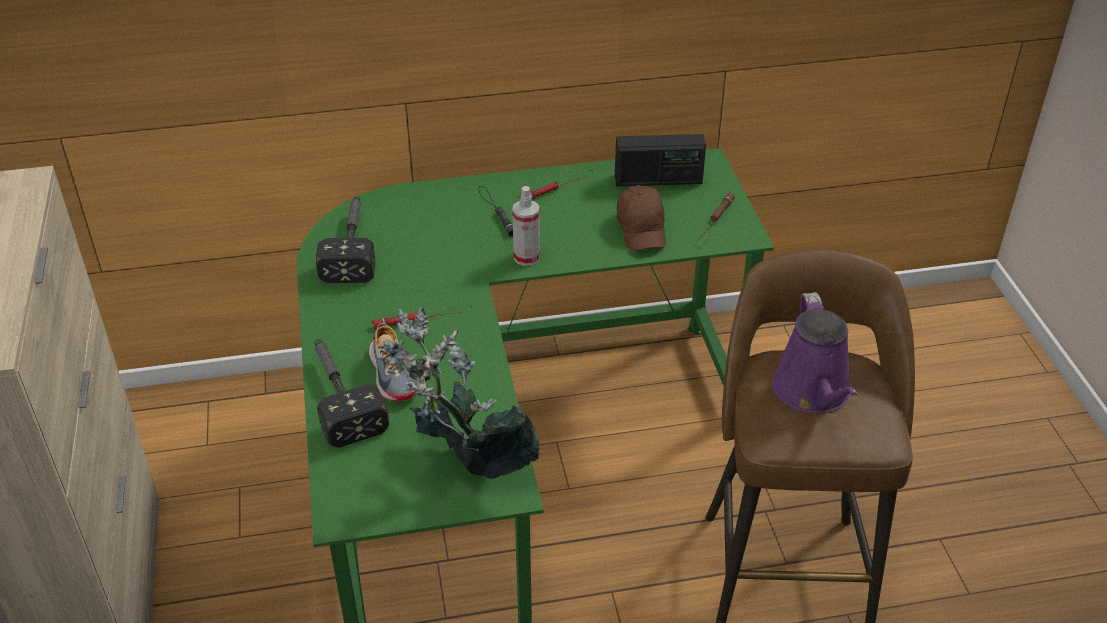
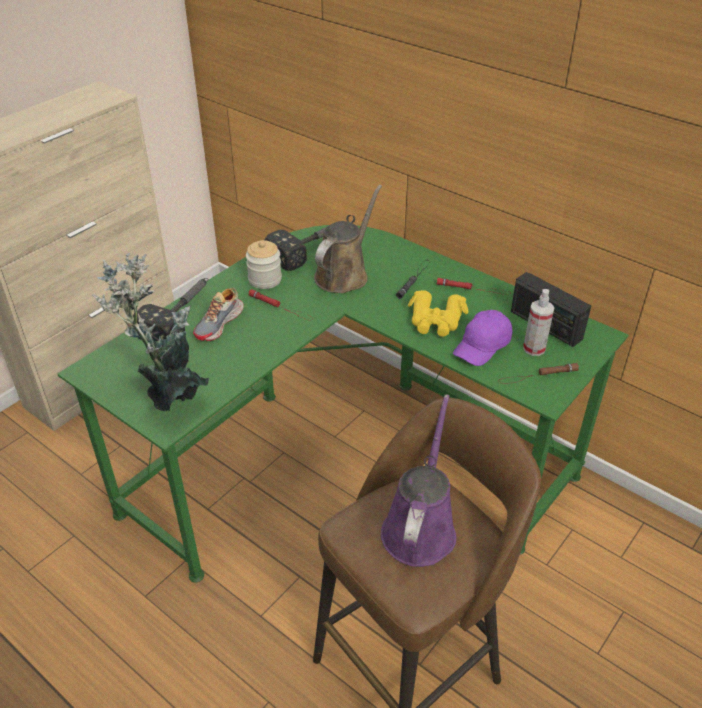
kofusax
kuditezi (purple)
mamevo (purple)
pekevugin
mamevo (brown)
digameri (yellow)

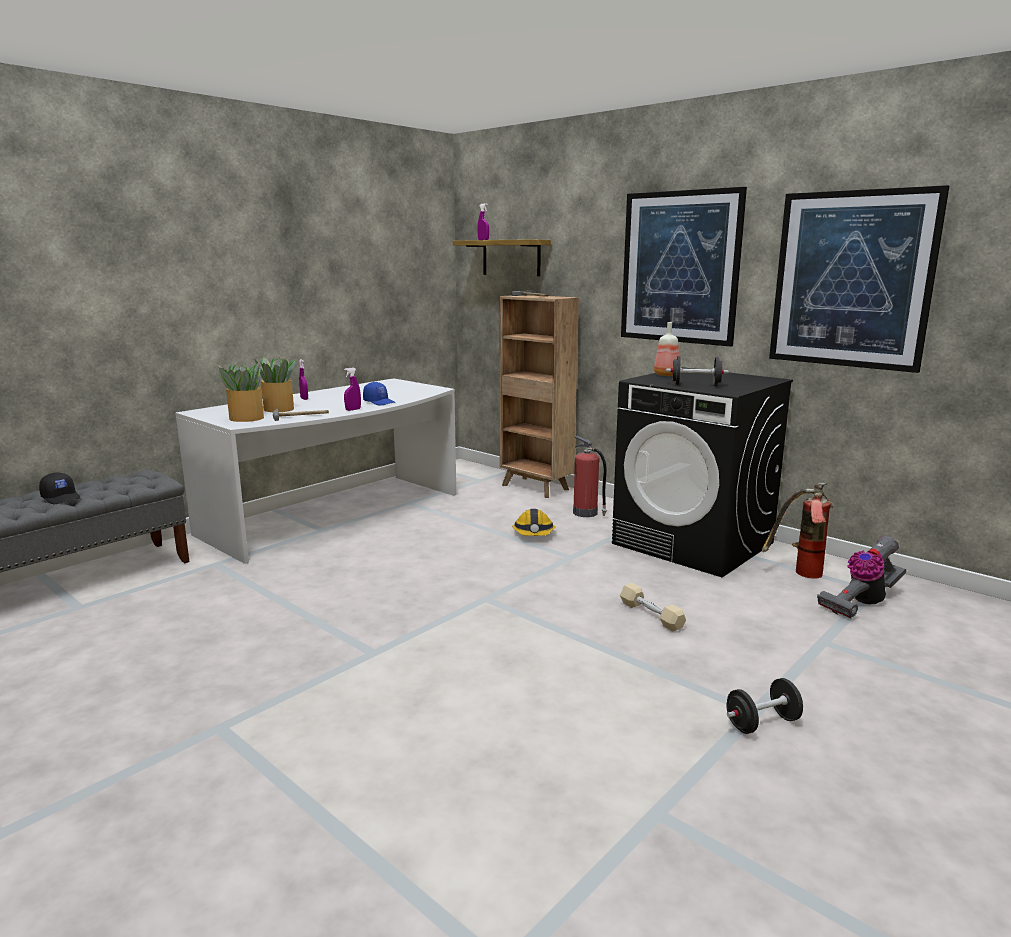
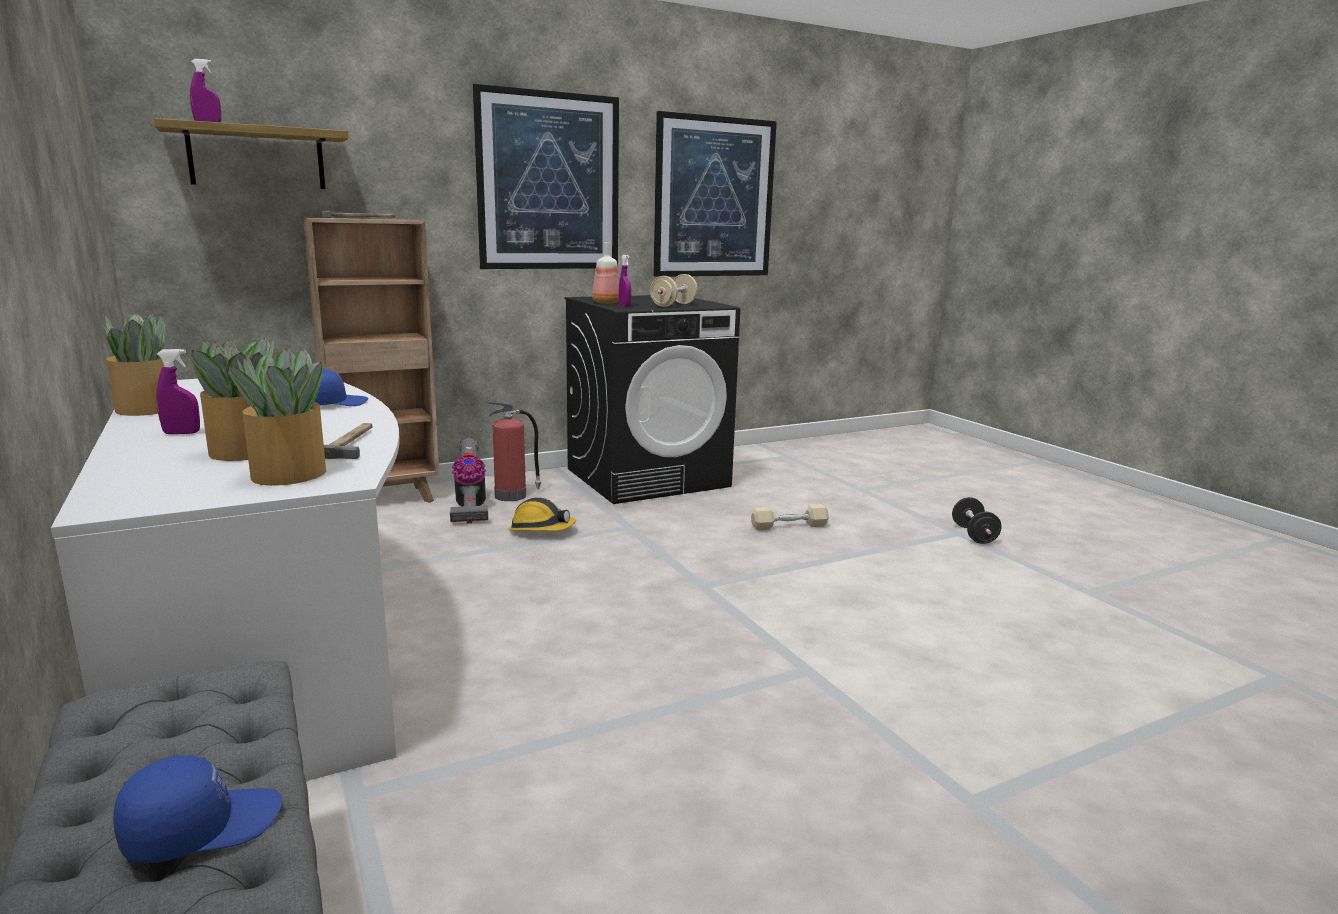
kuditezi (blue) (1st from left)
kofusax (purple) (3rd from left)
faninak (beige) (1st from left)
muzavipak (2nd from left in the first image)
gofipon
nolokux (1st from left)

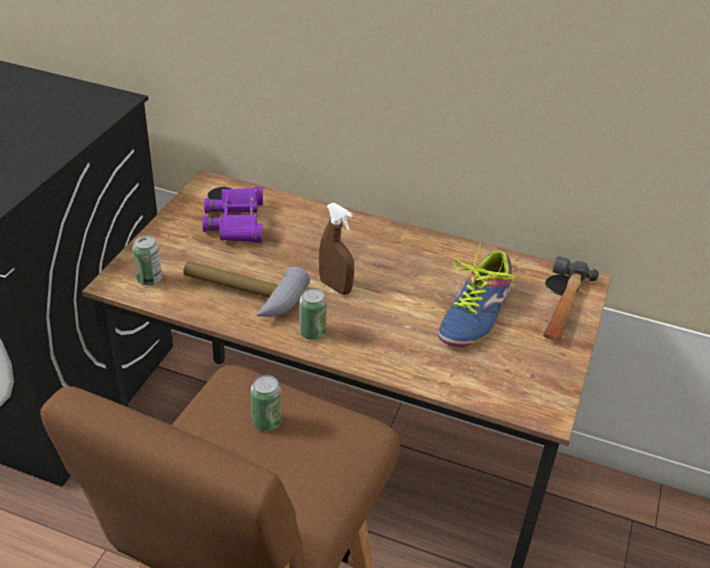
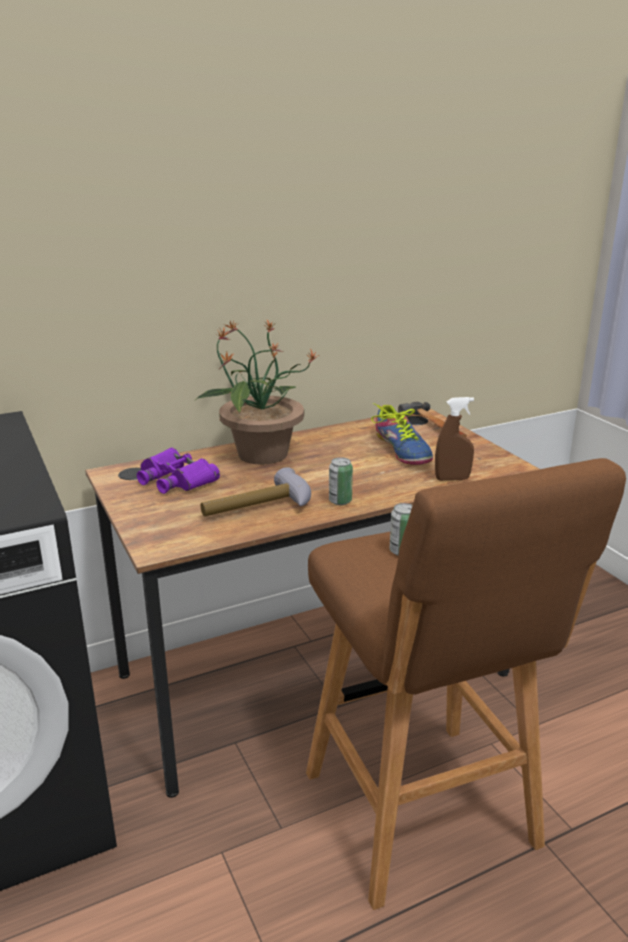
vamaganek (1st from left in the first image)
kofusax (brown)
nolokux

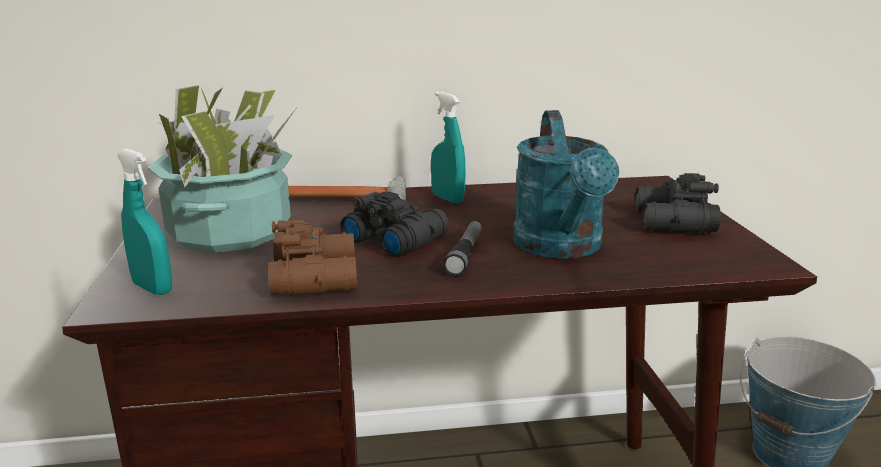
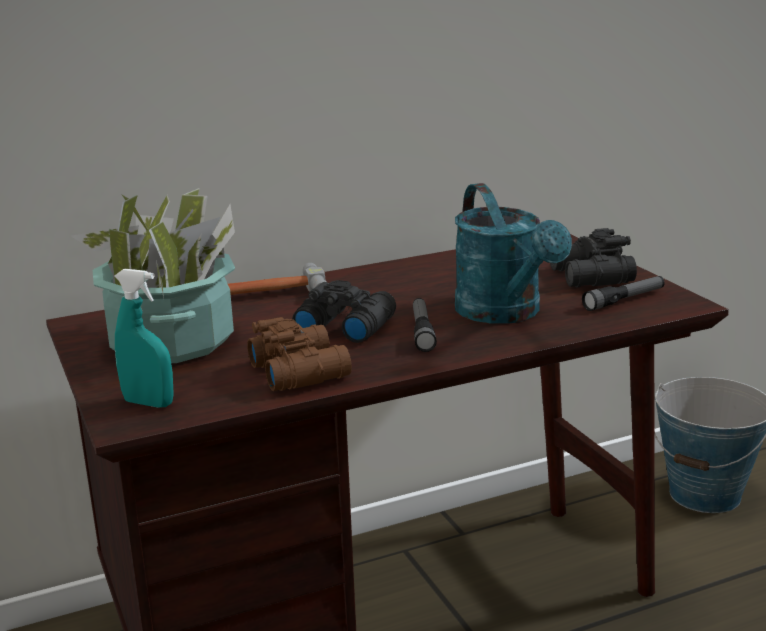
kofusax (turquoise) (2nd from left in the first image)
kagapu (2nd from left)

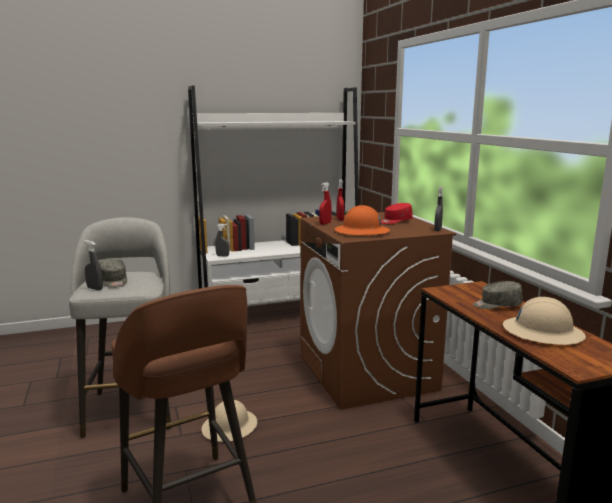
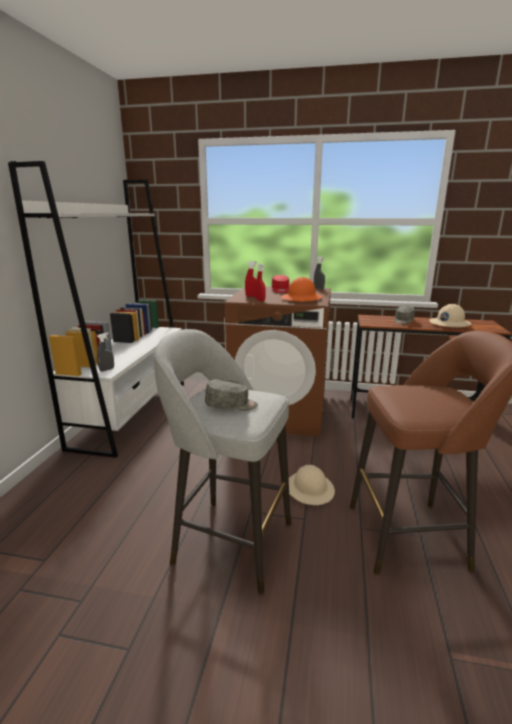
kofusax (grey) (1st from left in the first image)

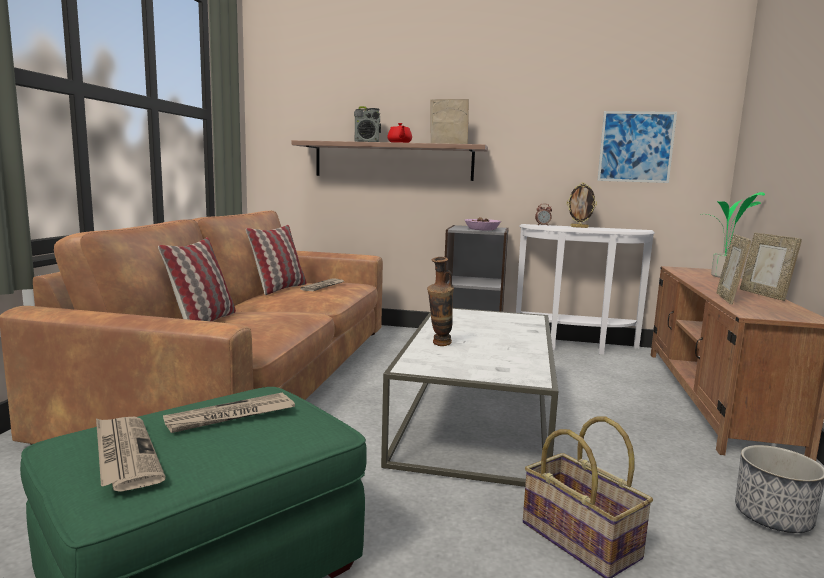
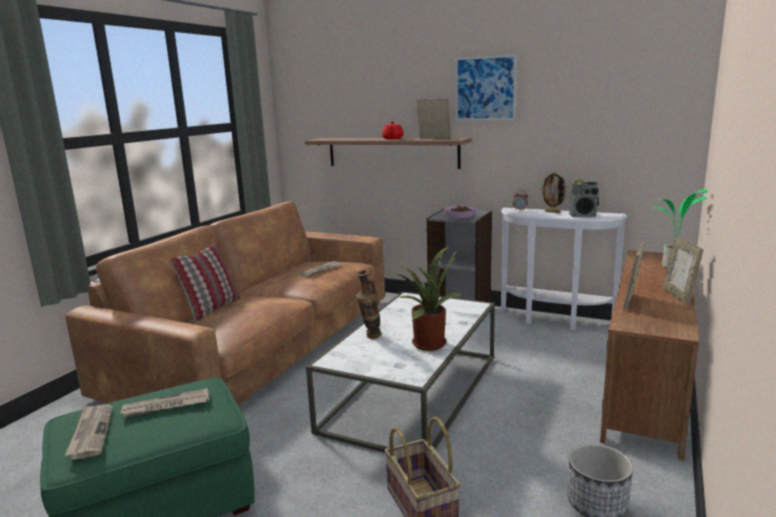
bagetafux (2nd from left in the first image)
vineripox
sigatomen
nolokux (1st from left)

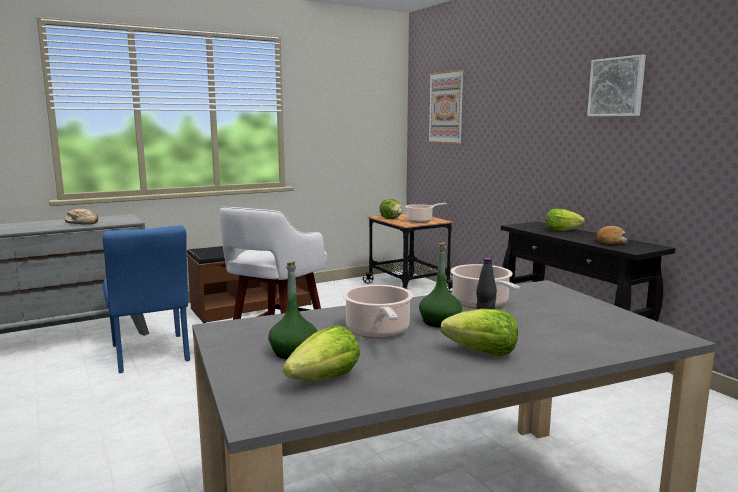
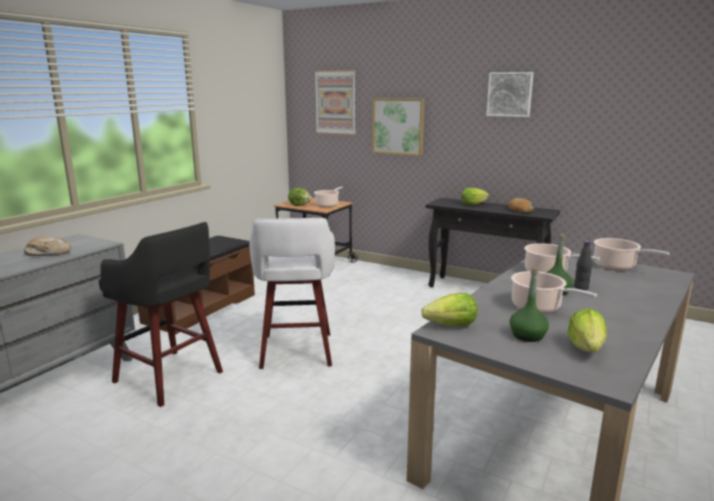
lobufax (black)
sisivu (2nd from left)
sigatomen (2nd from left)
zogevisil (4th from left)

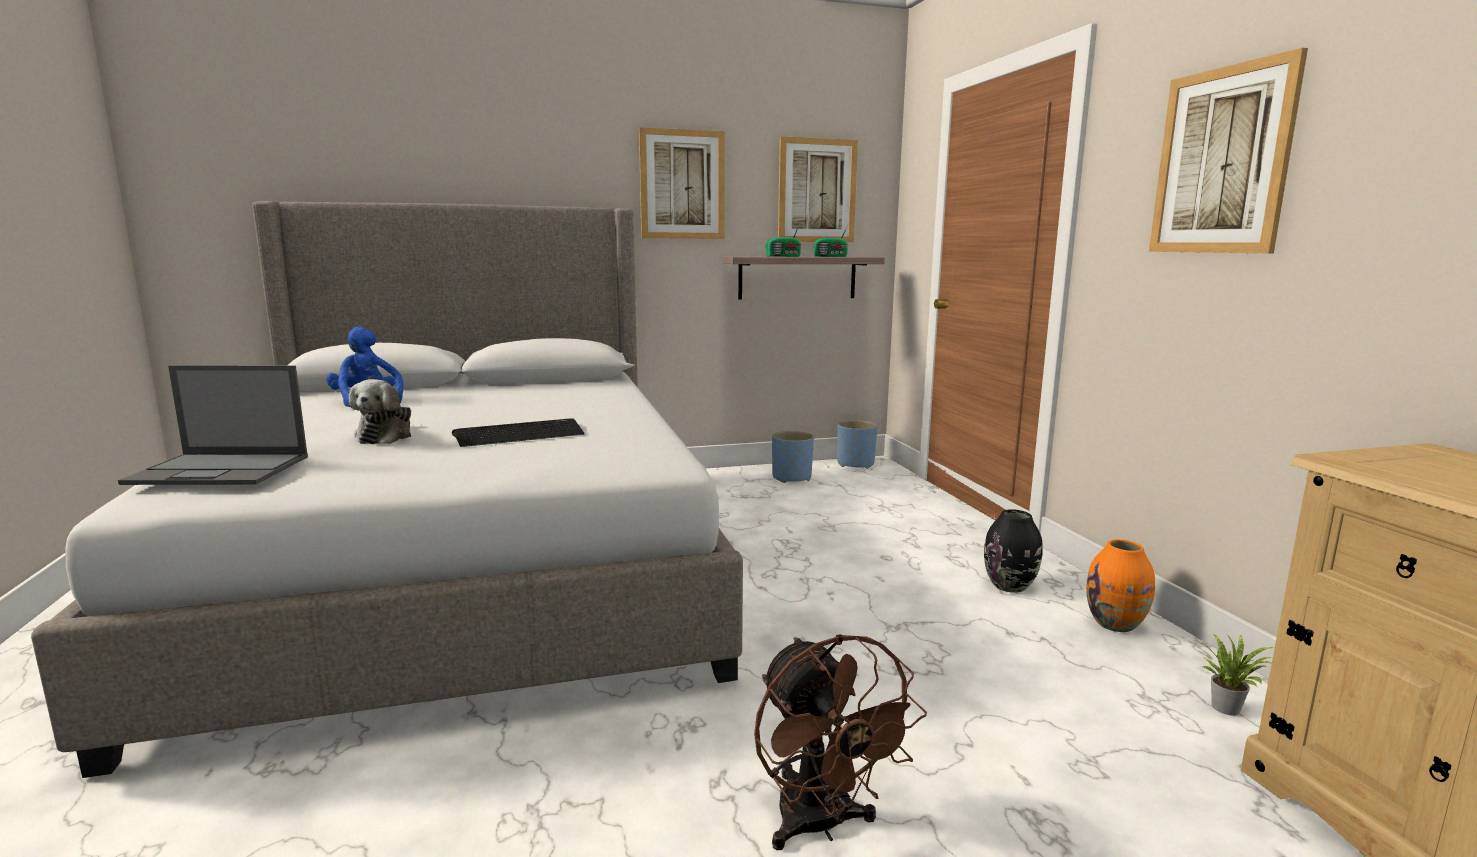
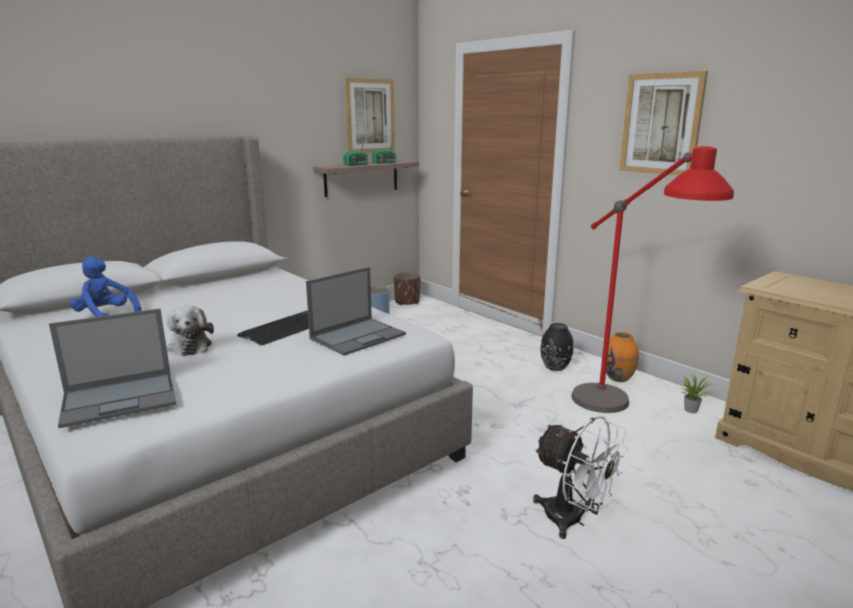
sigatomen (1st from left in the first image)
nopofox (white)
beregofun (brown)
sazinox (2nd from left)
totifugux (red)

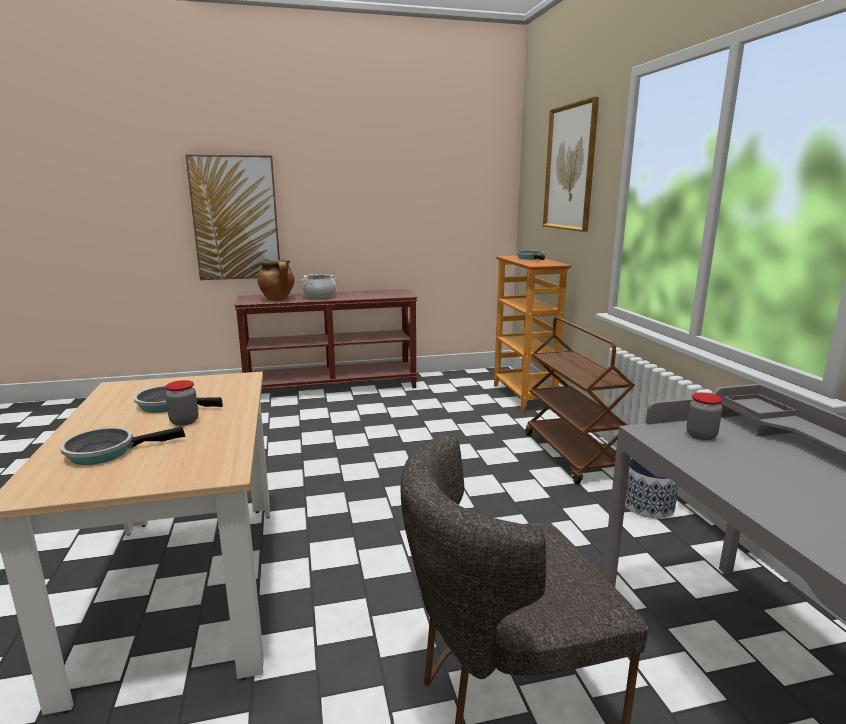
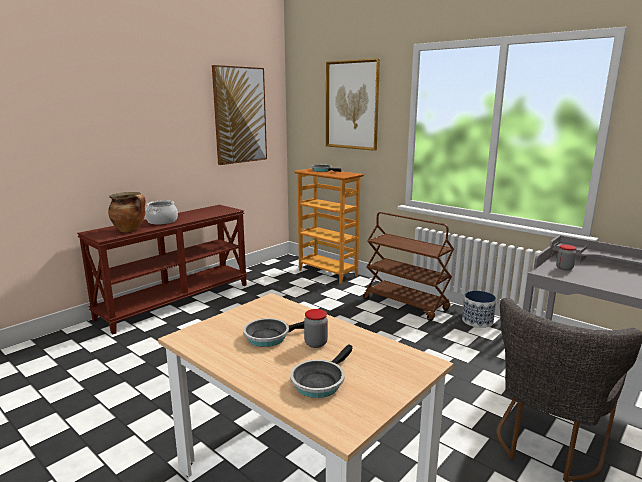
sigatomen (1st from left)

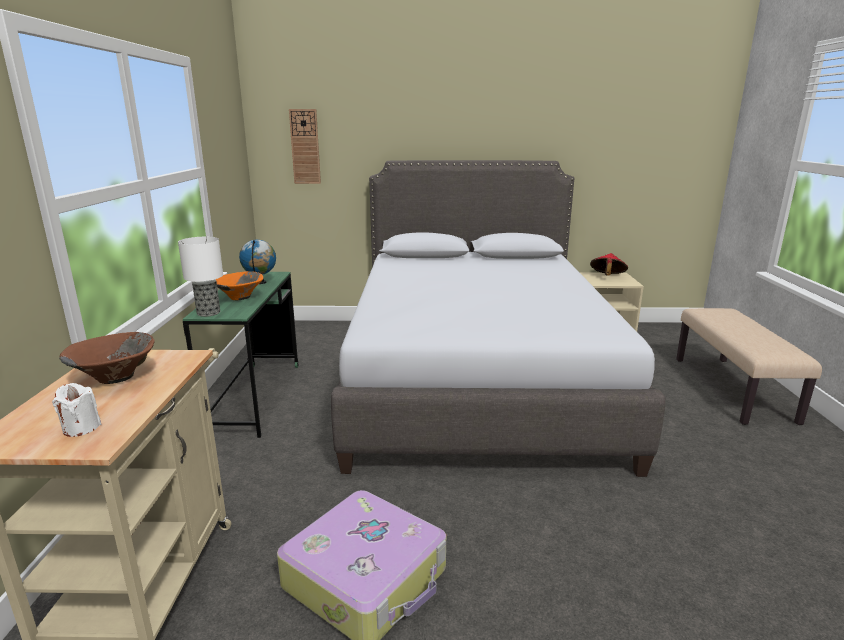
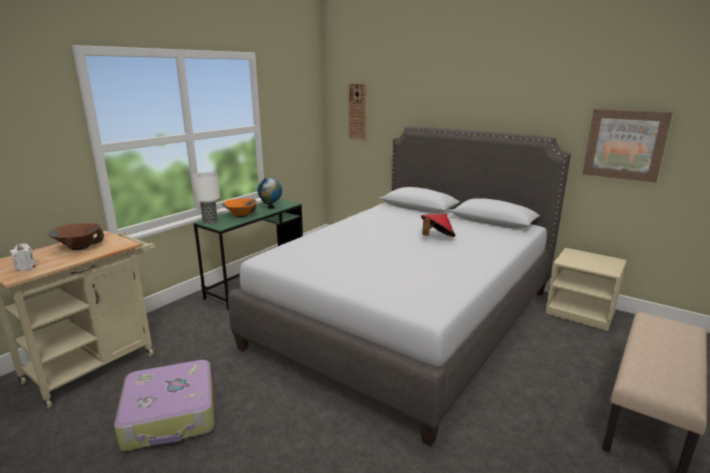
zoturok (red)
sigatomen

